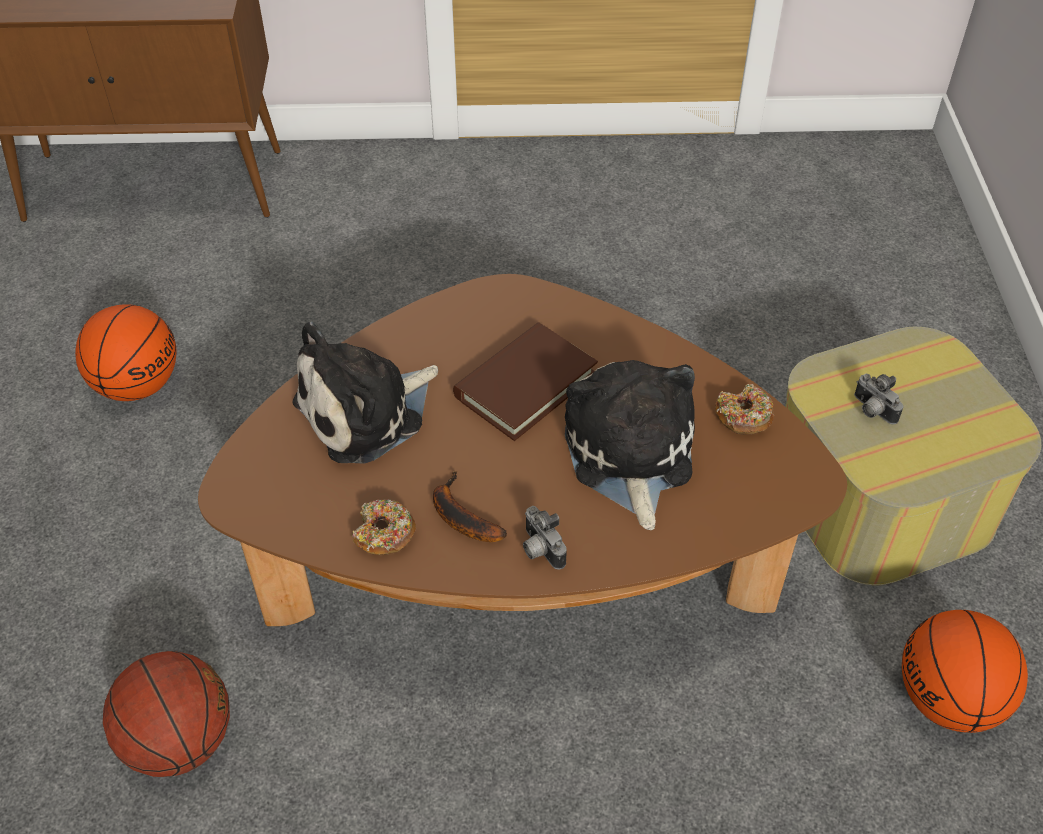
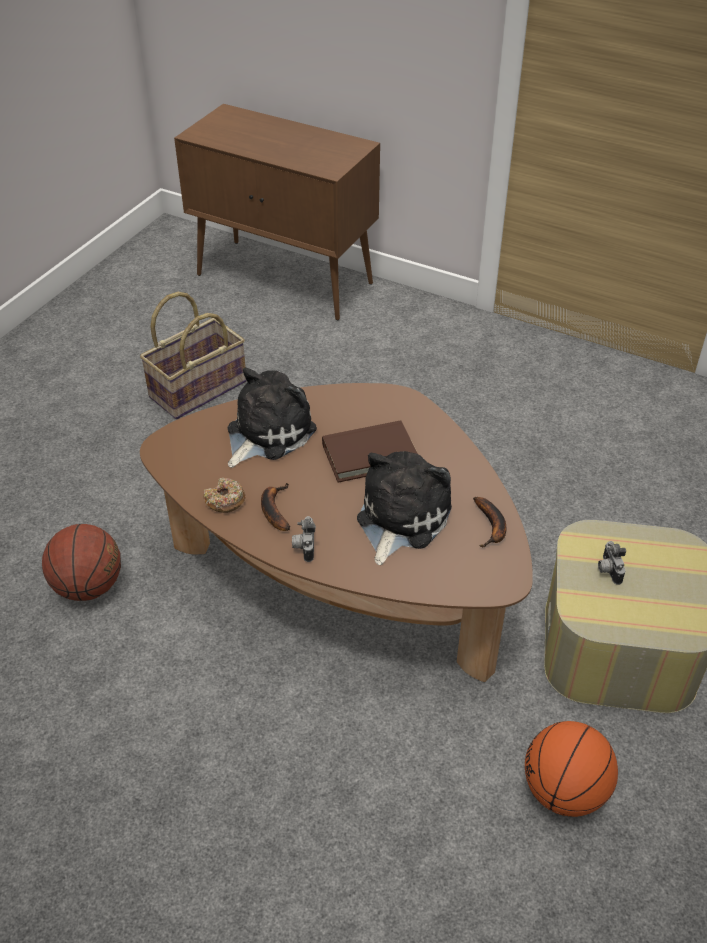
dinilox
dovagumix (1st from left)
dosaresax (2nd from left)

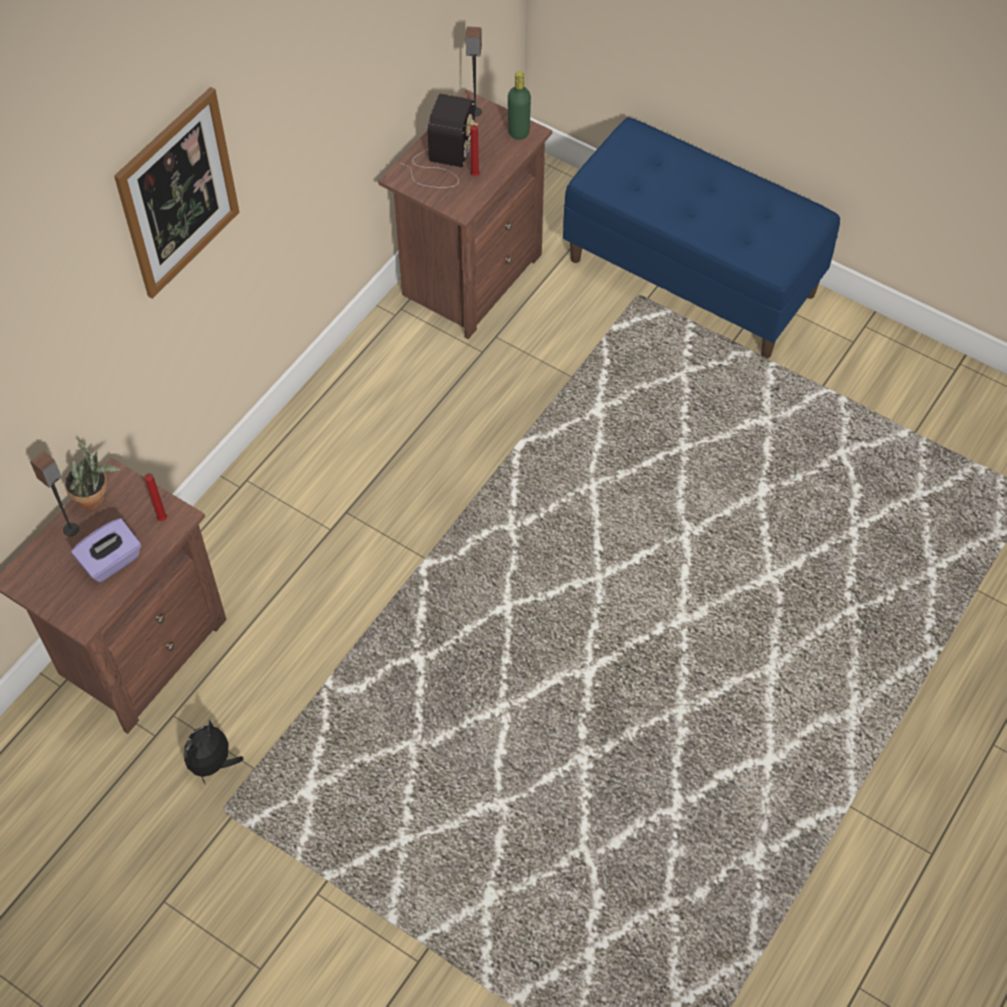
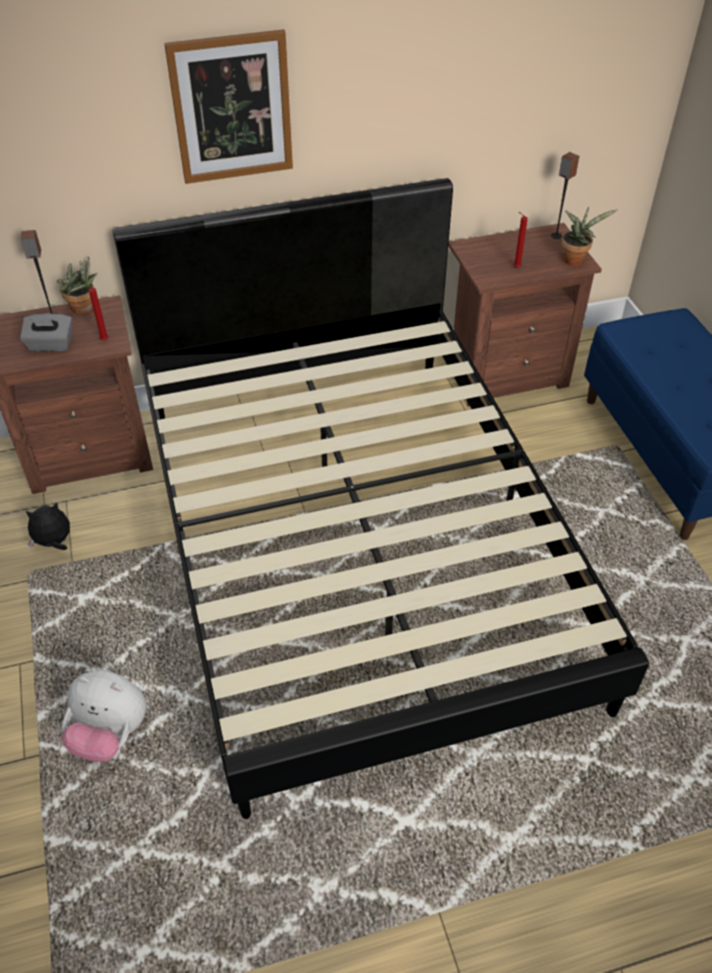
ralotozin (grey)
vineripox
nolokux (2nd from left)
dovagumix (2nd from left)
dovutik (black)

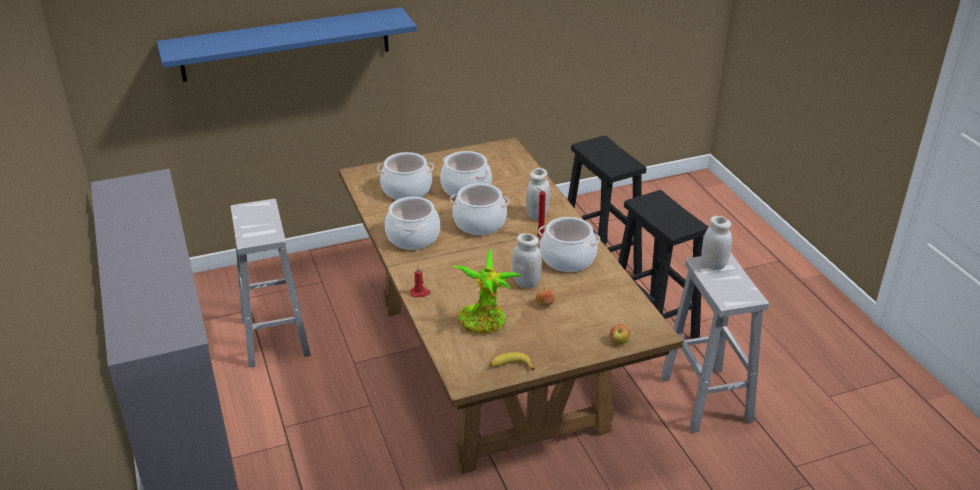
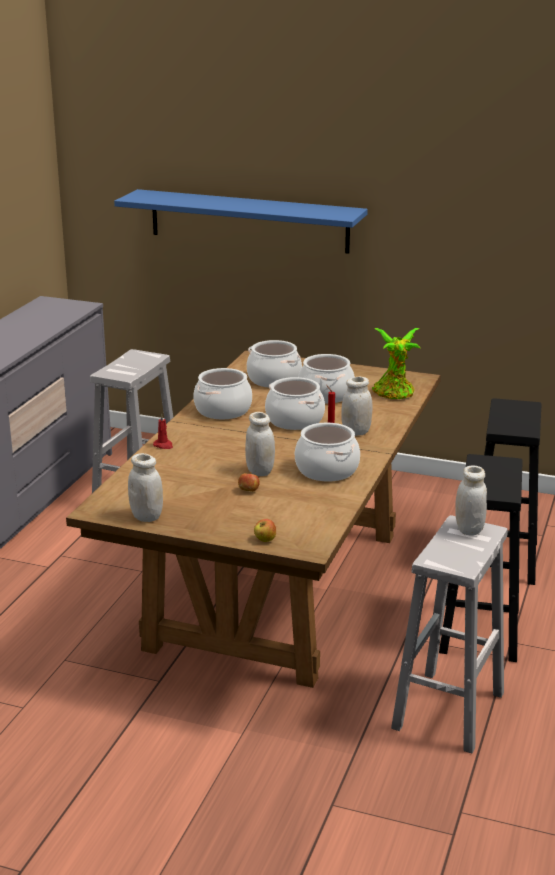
nolokux
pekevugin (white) (1st from left)

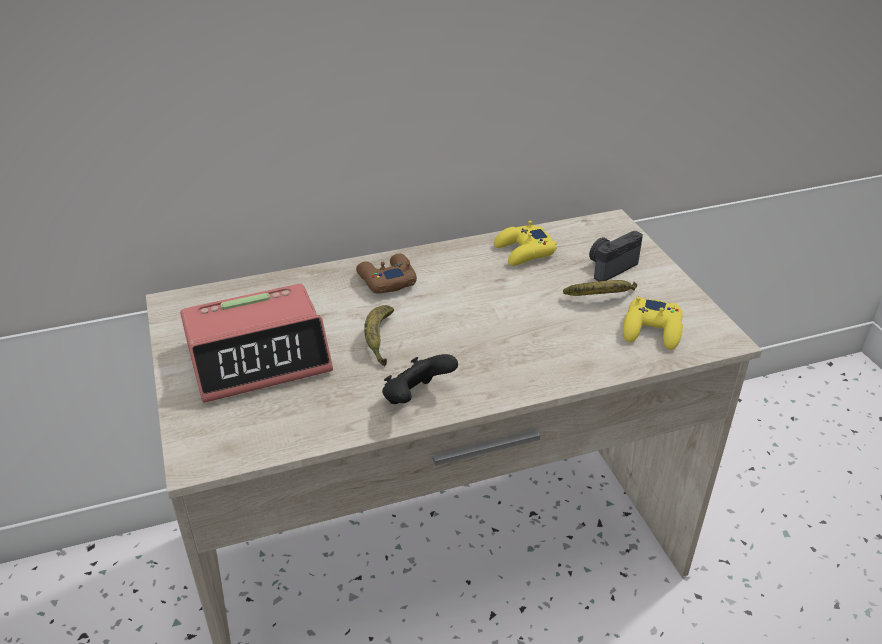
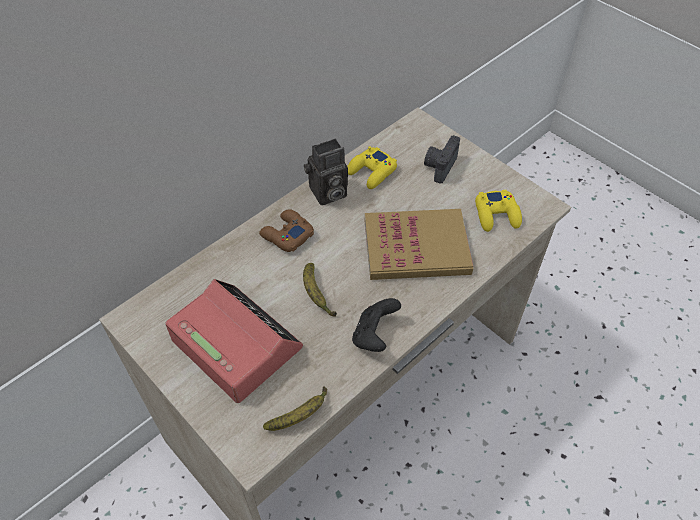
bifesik
dosaresax (1st from left)
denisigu (1st from left)
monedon

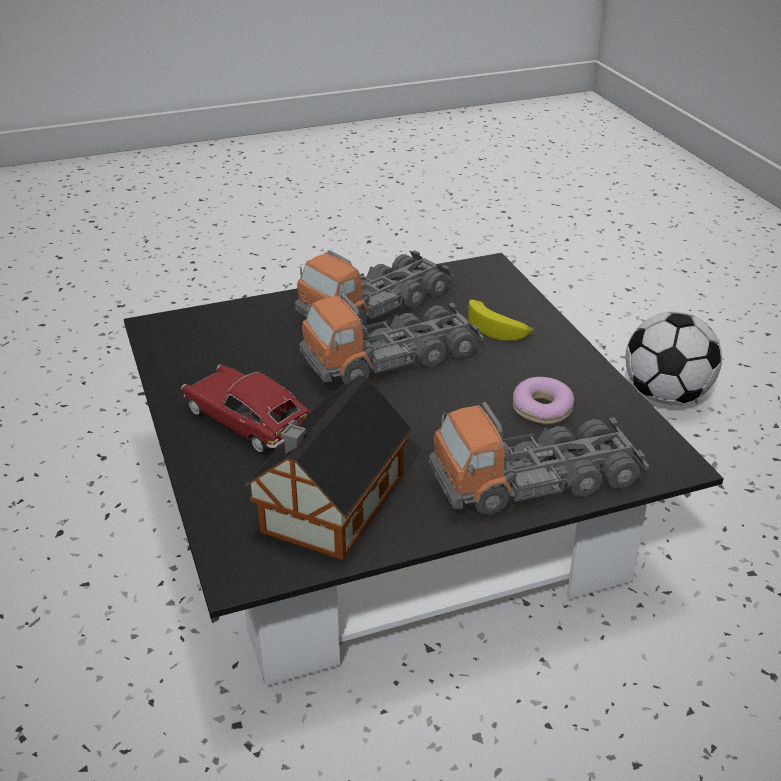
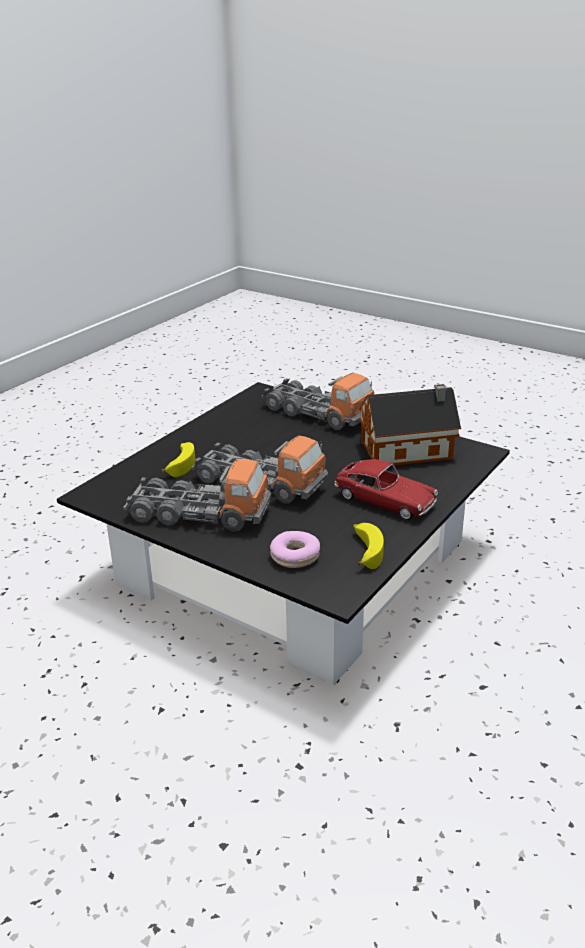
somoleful
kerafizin
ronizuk
dosaresax (2nd from left)

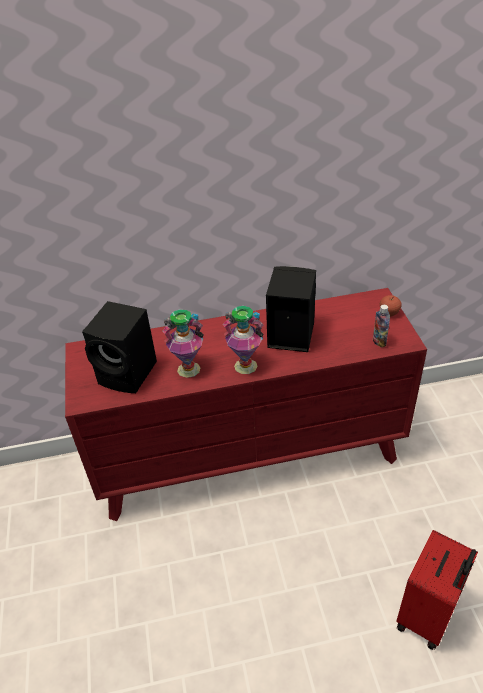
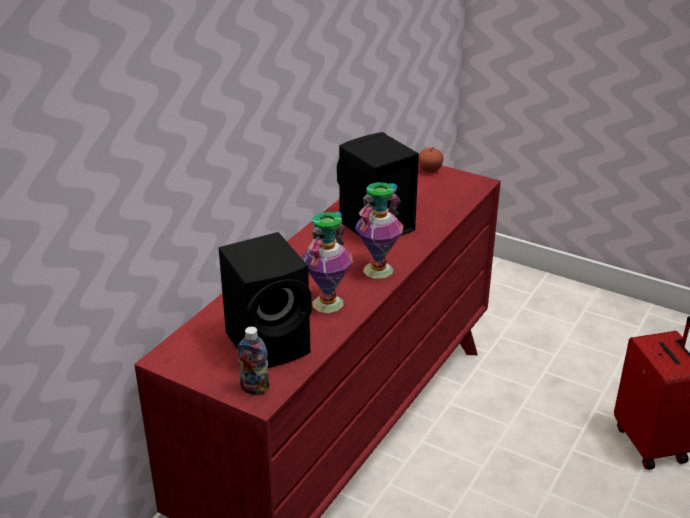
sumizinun

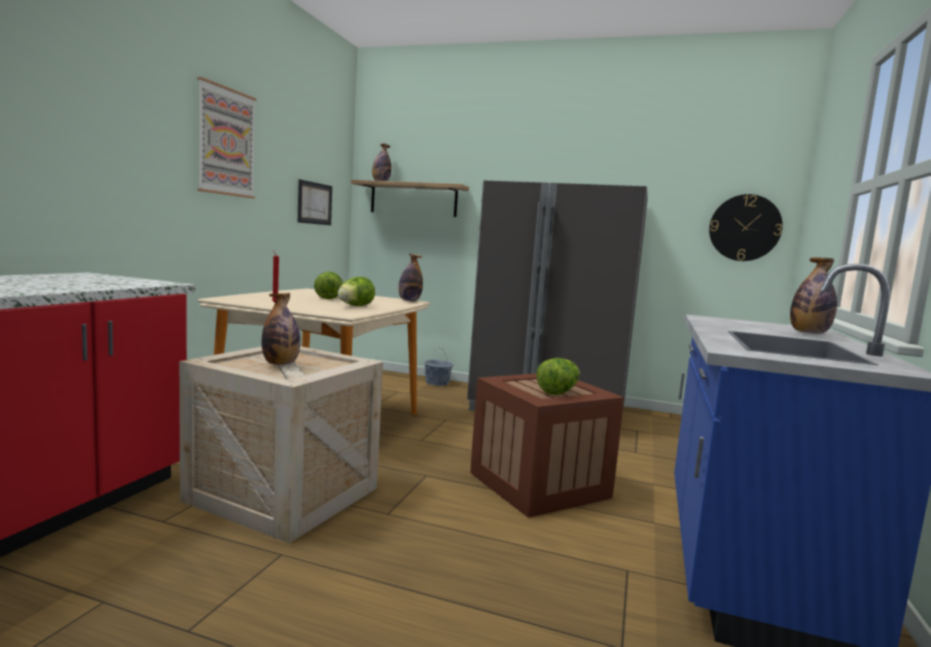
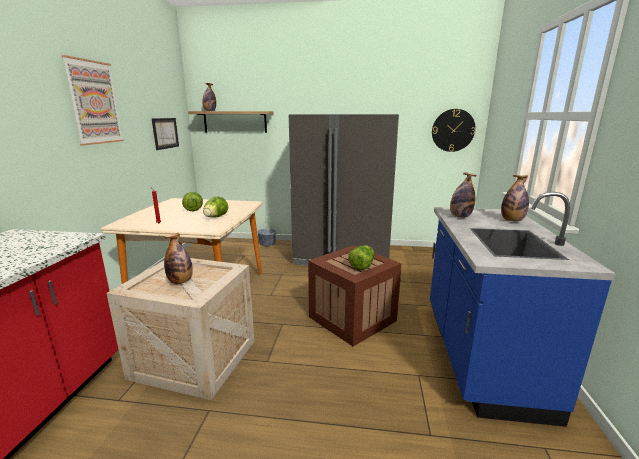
sumizinun (3rd from left)

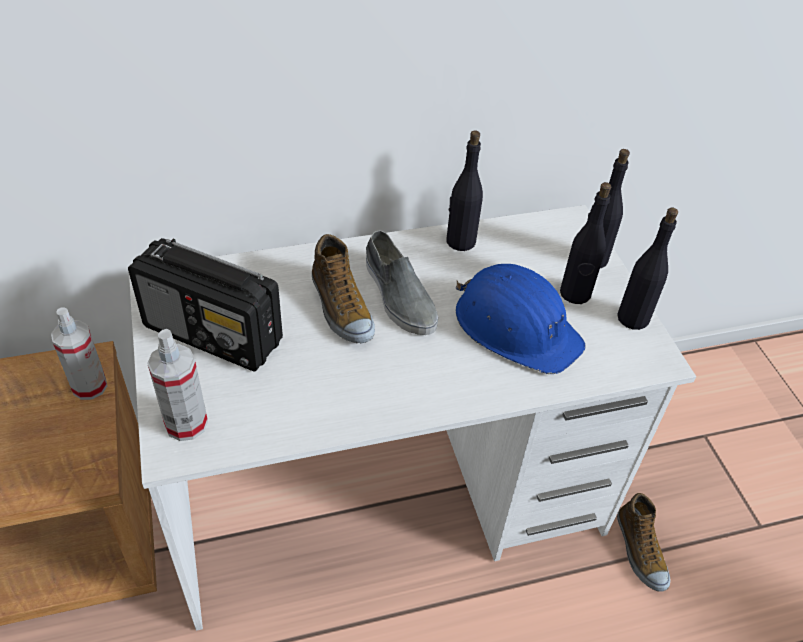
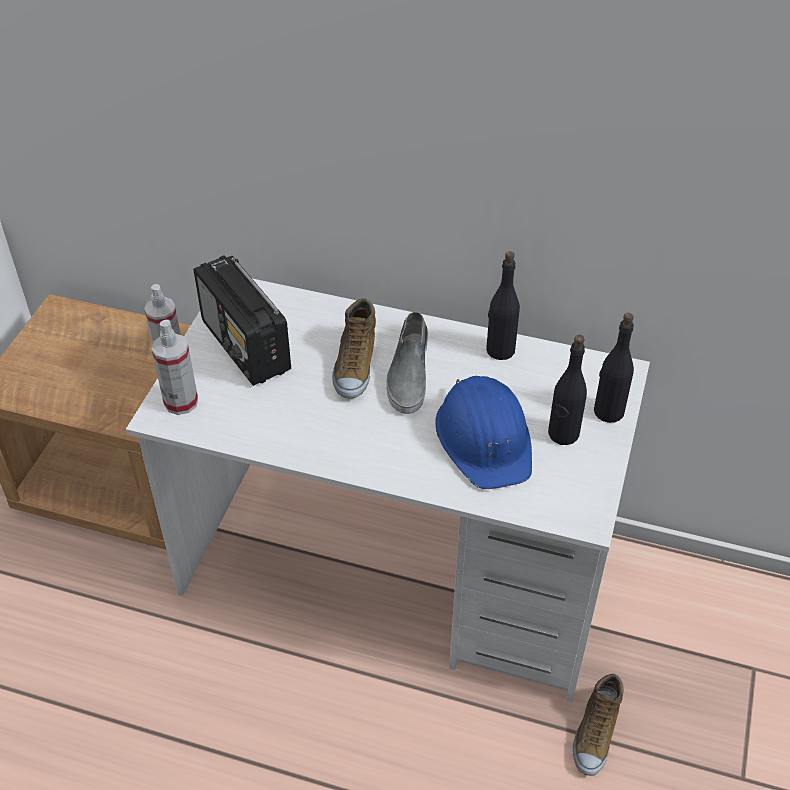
sumizinun (black) (4th from left in the first image)

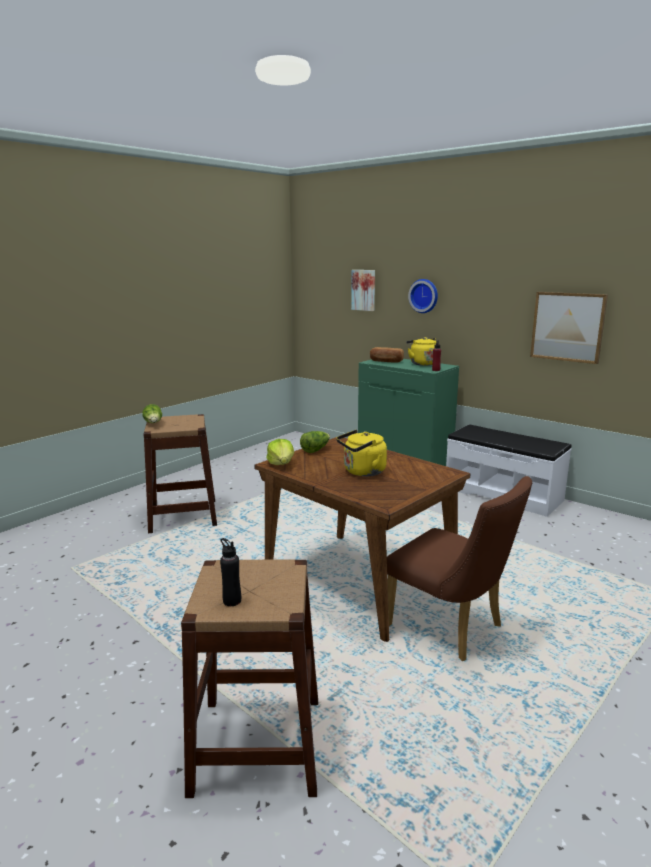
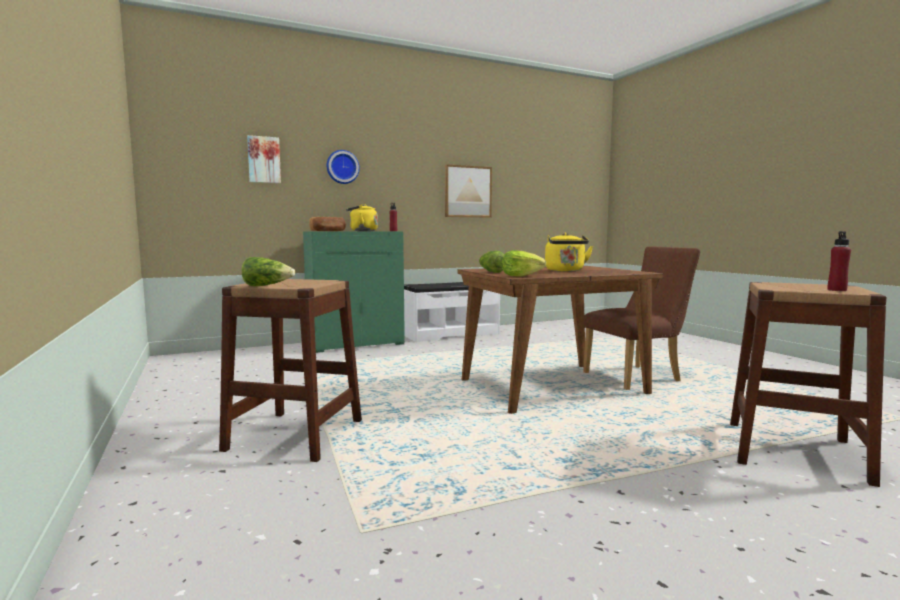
sumizinun (red) (2nd from left)

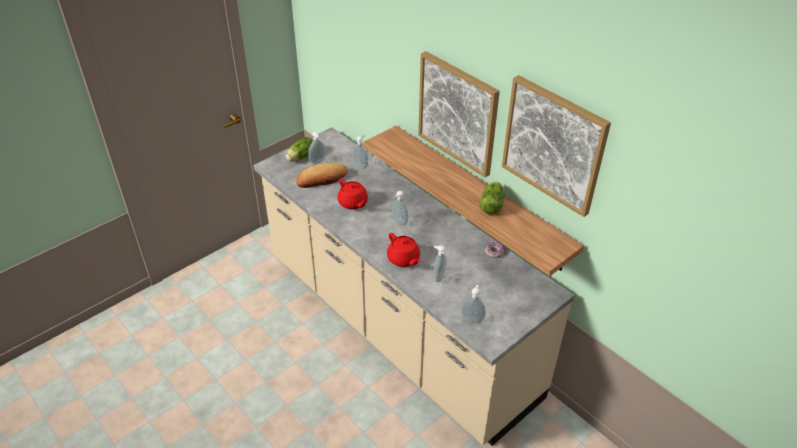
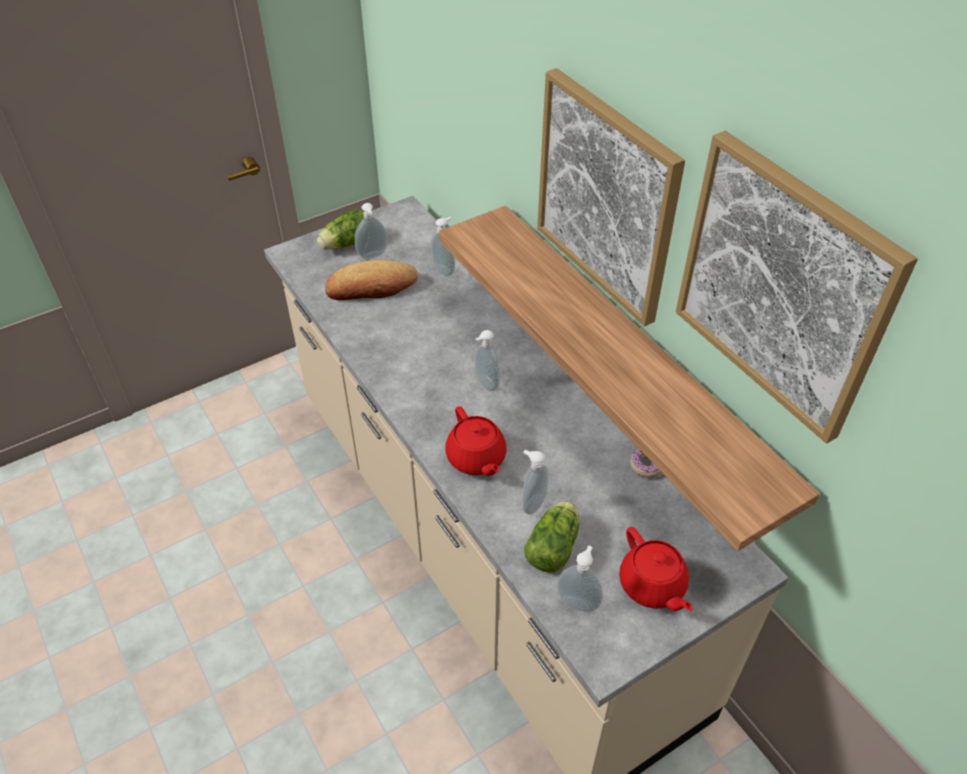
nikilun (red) (2nd from left)
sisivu (2nd from left)

